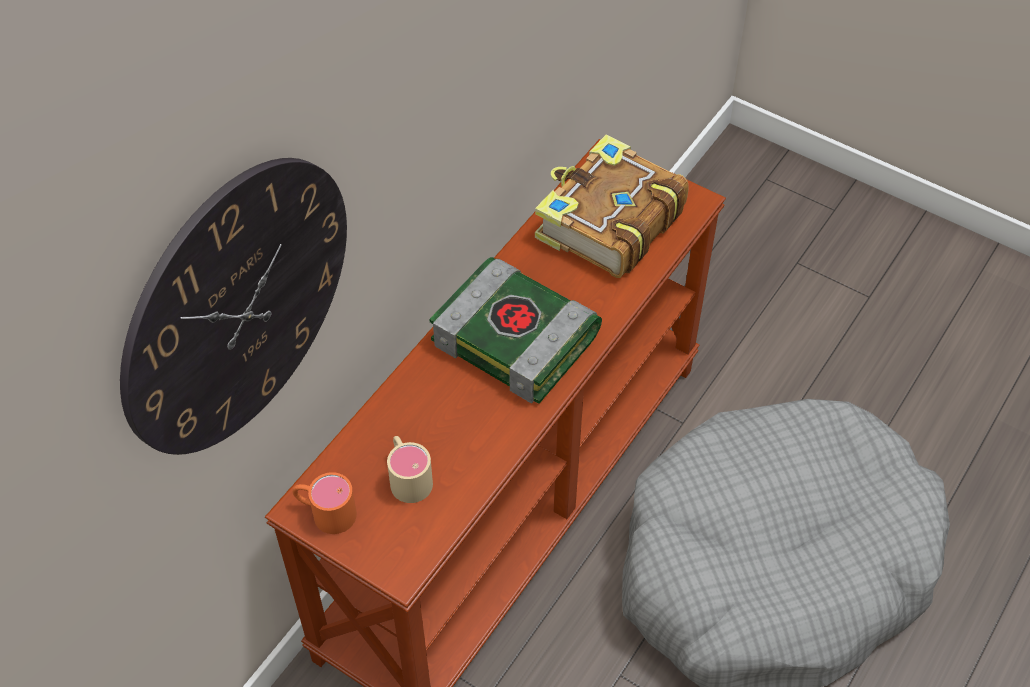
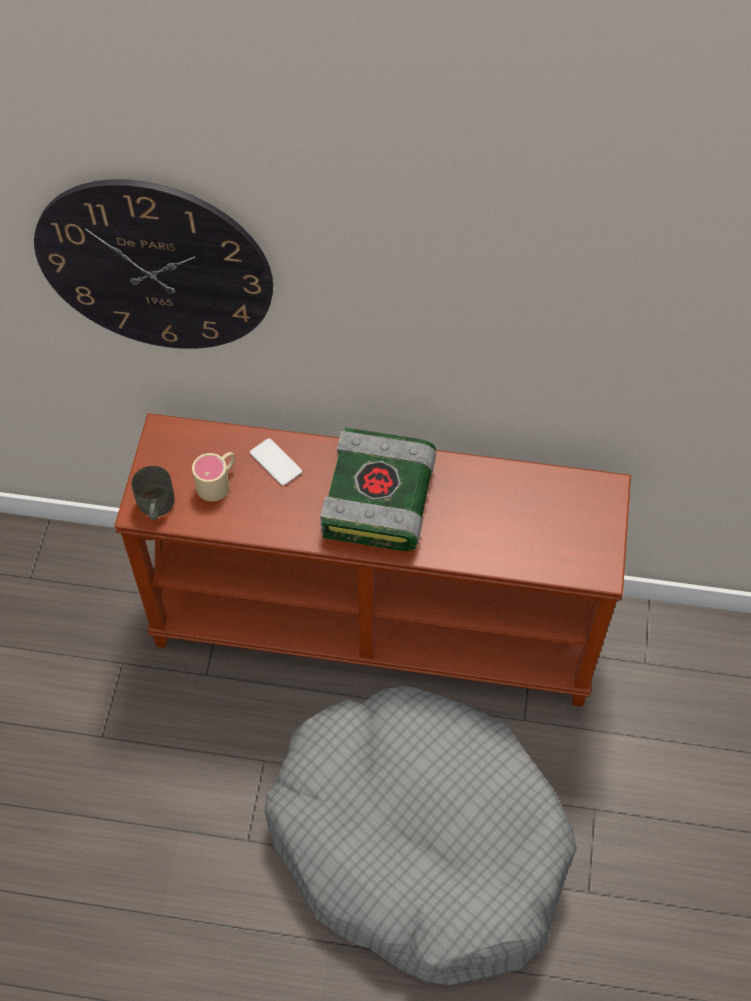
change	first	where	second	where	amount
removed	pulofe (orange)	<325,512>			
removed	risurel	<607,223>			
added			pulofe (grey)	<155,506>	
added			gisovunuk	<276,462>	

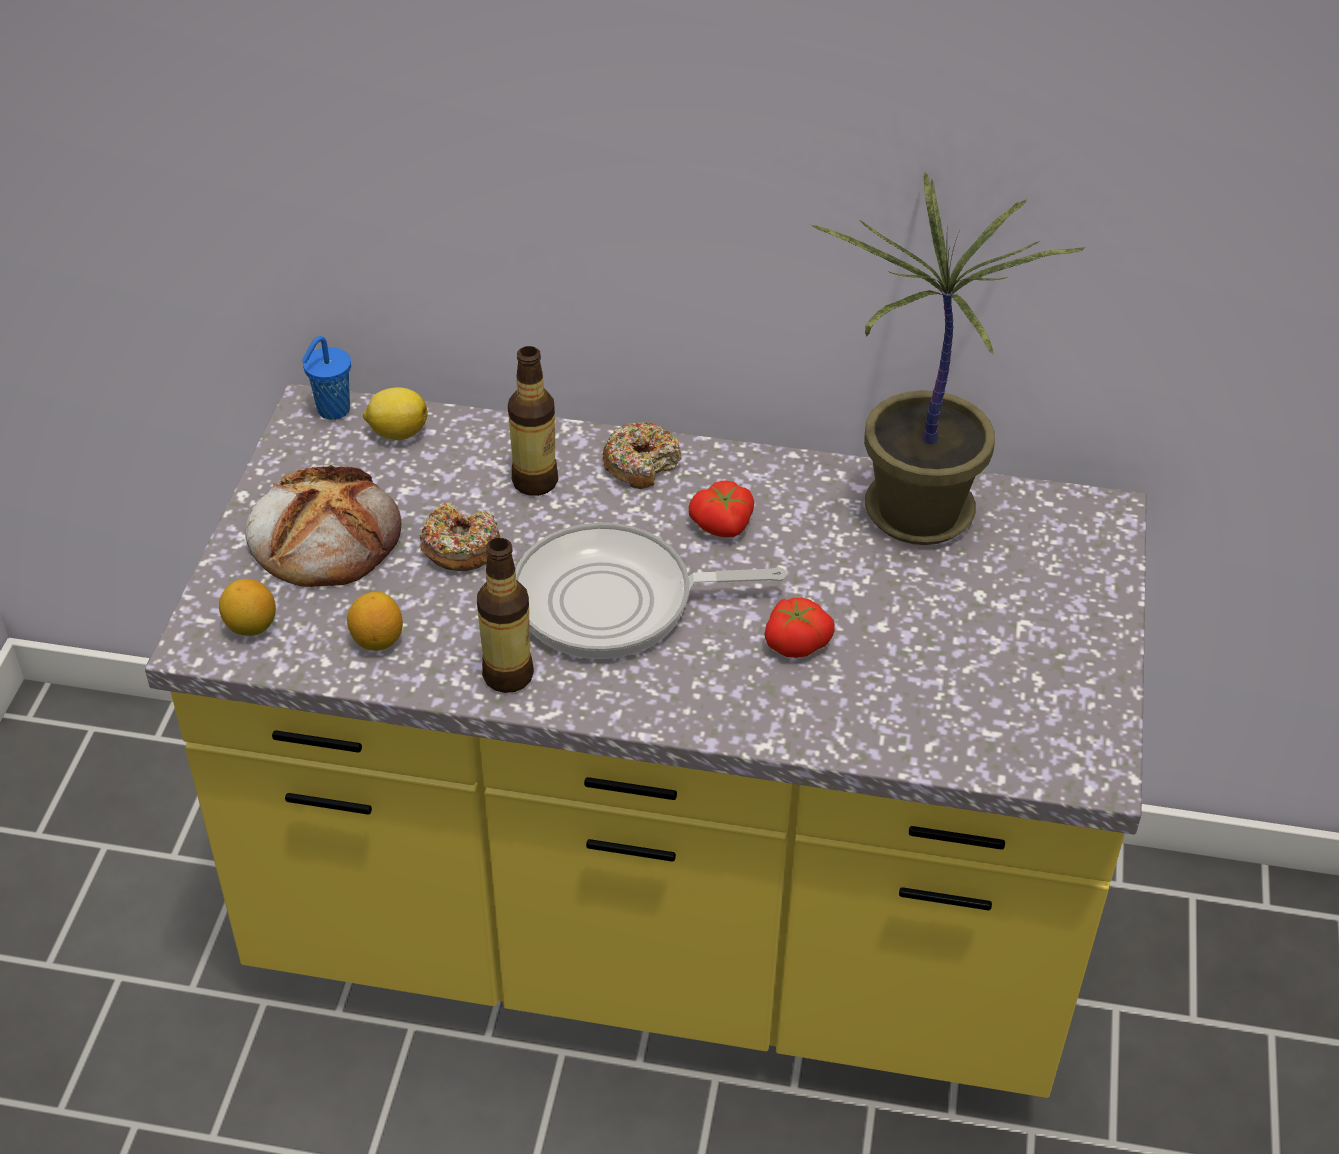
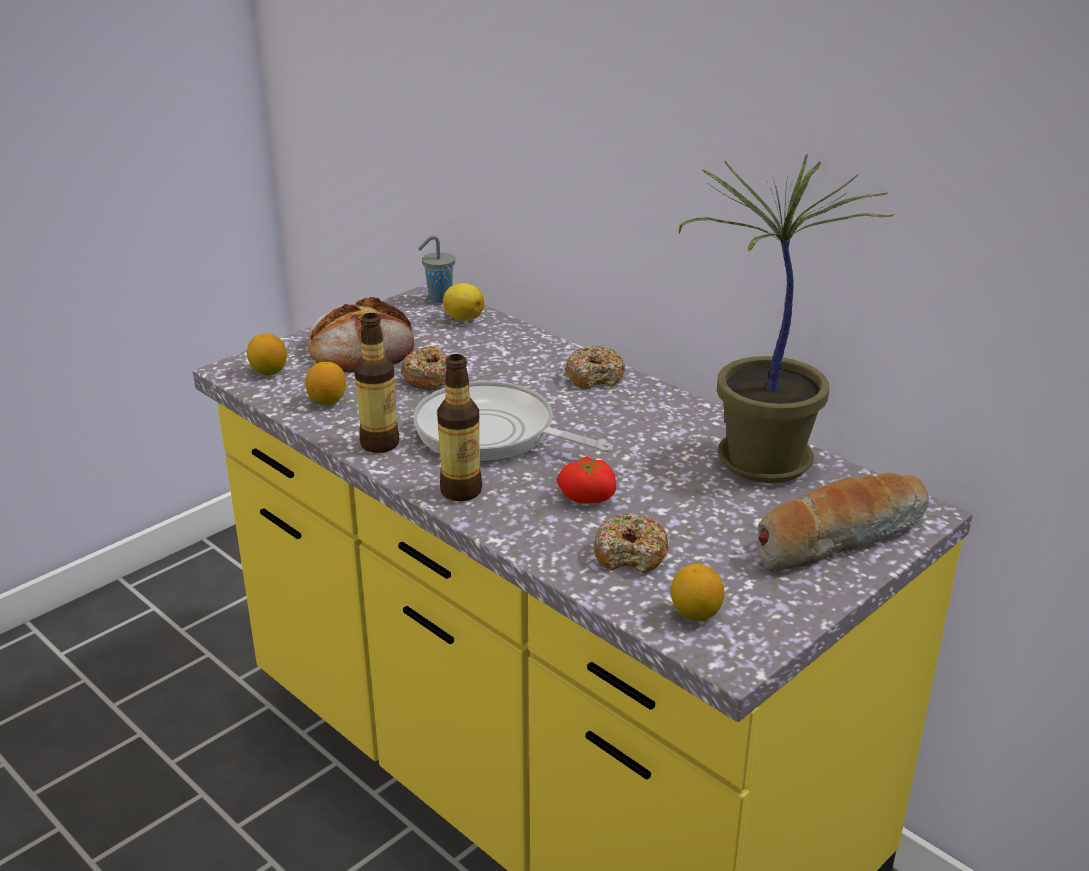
change	first	where	second	where	amount
recoloured	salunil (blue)	<332,411>	salunil (grey)	<438,299>	
moved	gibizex	<535,481>		<461,491>	
removed	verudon	<723,526>			
added			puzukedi	<631,554>	
added			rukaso	<695,614>	
added			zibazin	<839,537>	

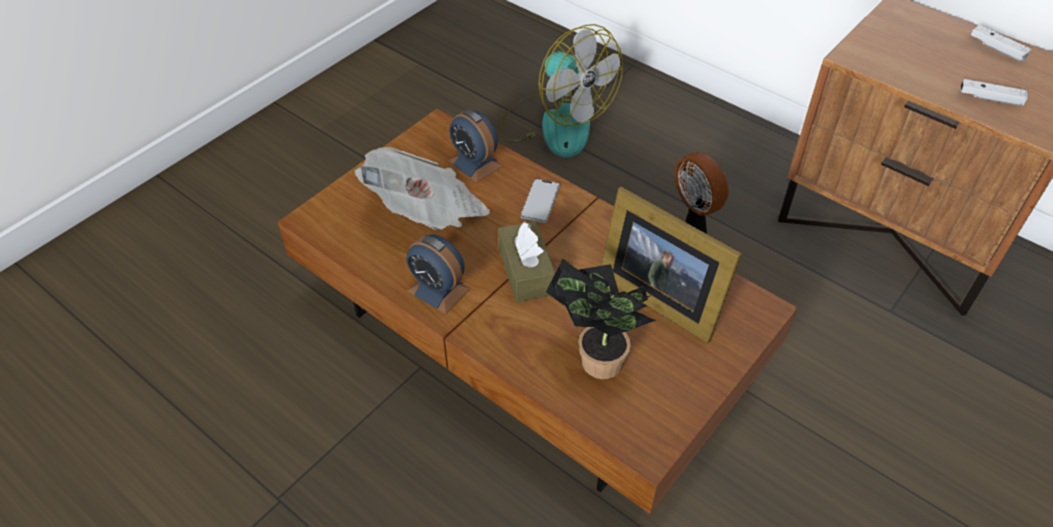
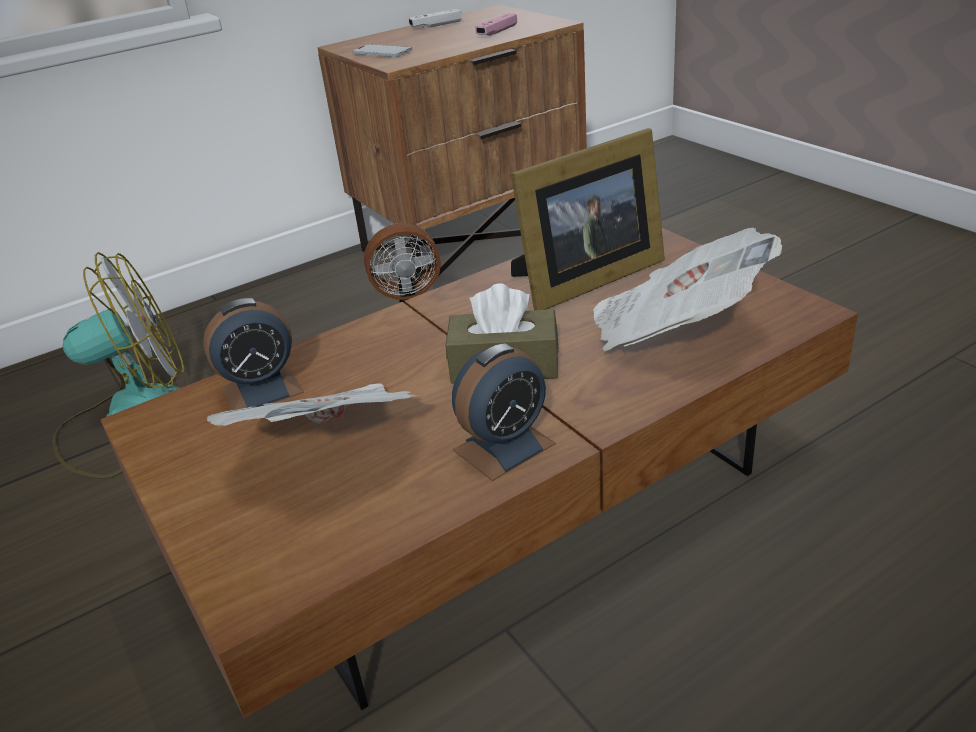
change	first	where	second	where	amount
moved	gisovunuk	<540,201>		<382,52>	
replaced	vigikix	<595,361>	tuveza	<674,330>	
recoloured	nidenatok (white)	<990,98>	nidenatok (pink)	<497,32>	

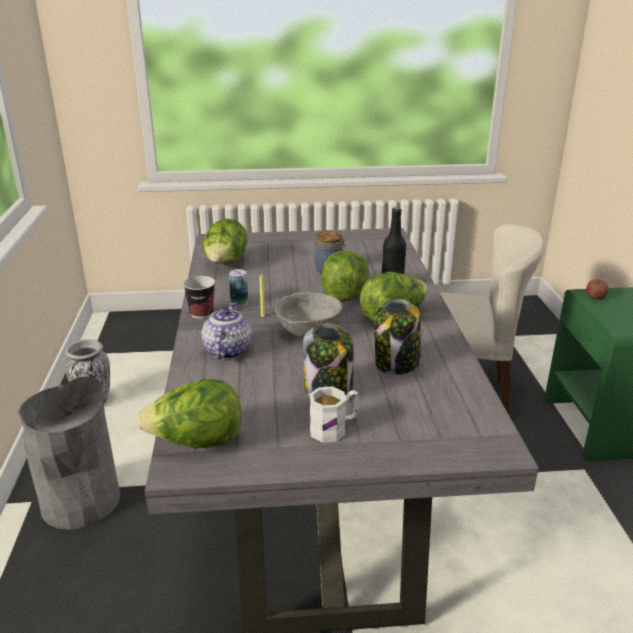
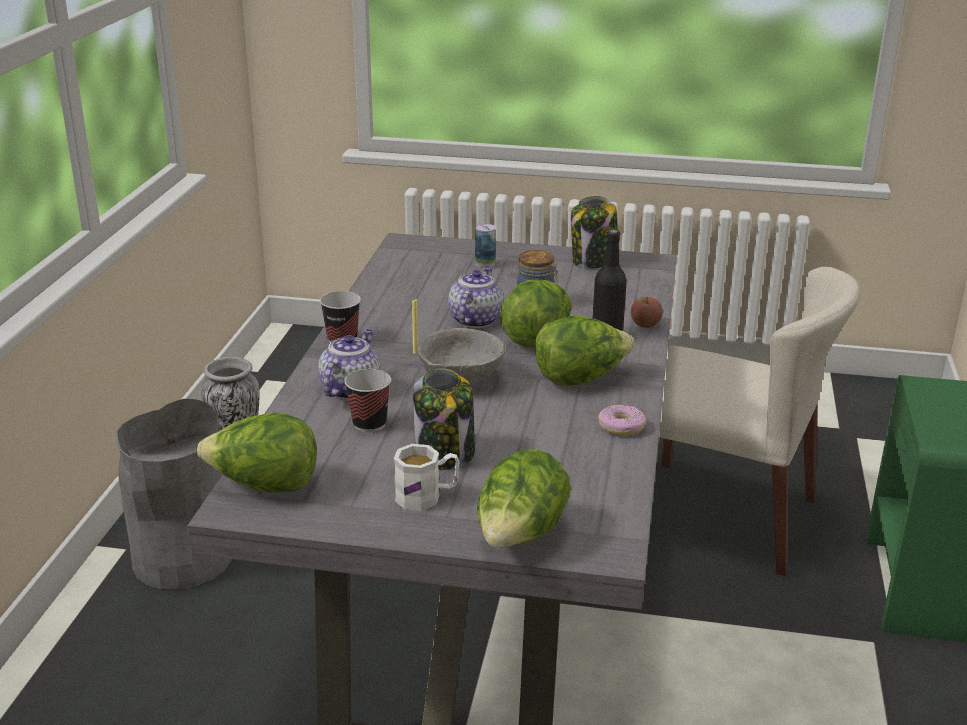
change	first	where	second	where	amount
moved	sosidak	<226,264>		<520,537>	
moved	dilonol	<239,303>		<485,264>	
moved	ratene	<397,363>		<594,261>	
moved	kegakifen	<595,297>		<645,324>	
added			salunil	<369,424>	
added			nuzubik	<475,319>	
added			puzukedi	<621,426>	

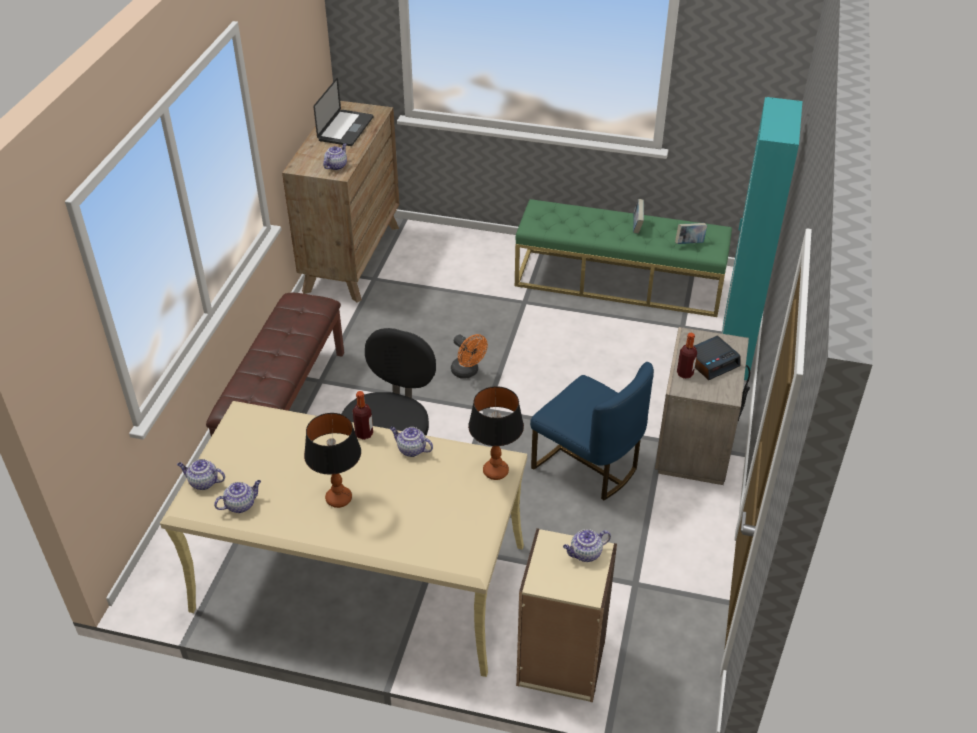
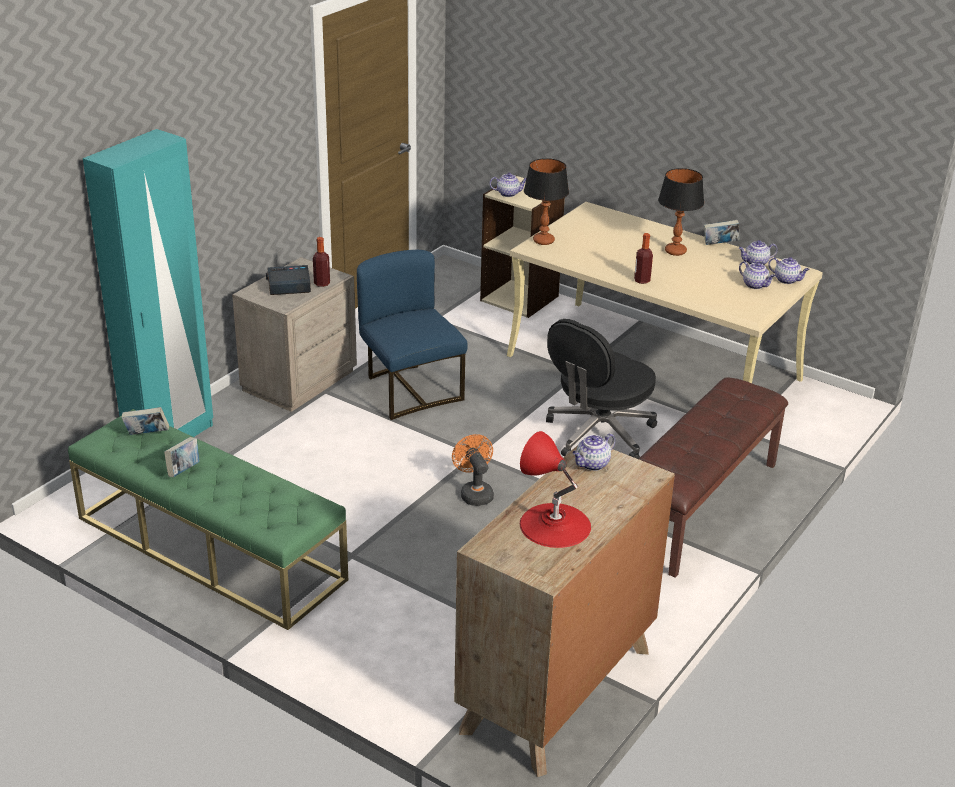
change	first	where	second	where	amount
replaced	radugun	<345,129>	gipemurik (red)	<554,525>	
moved	nuzubik	<411,449>		<755,285>	
added			risurel	<720,245>	

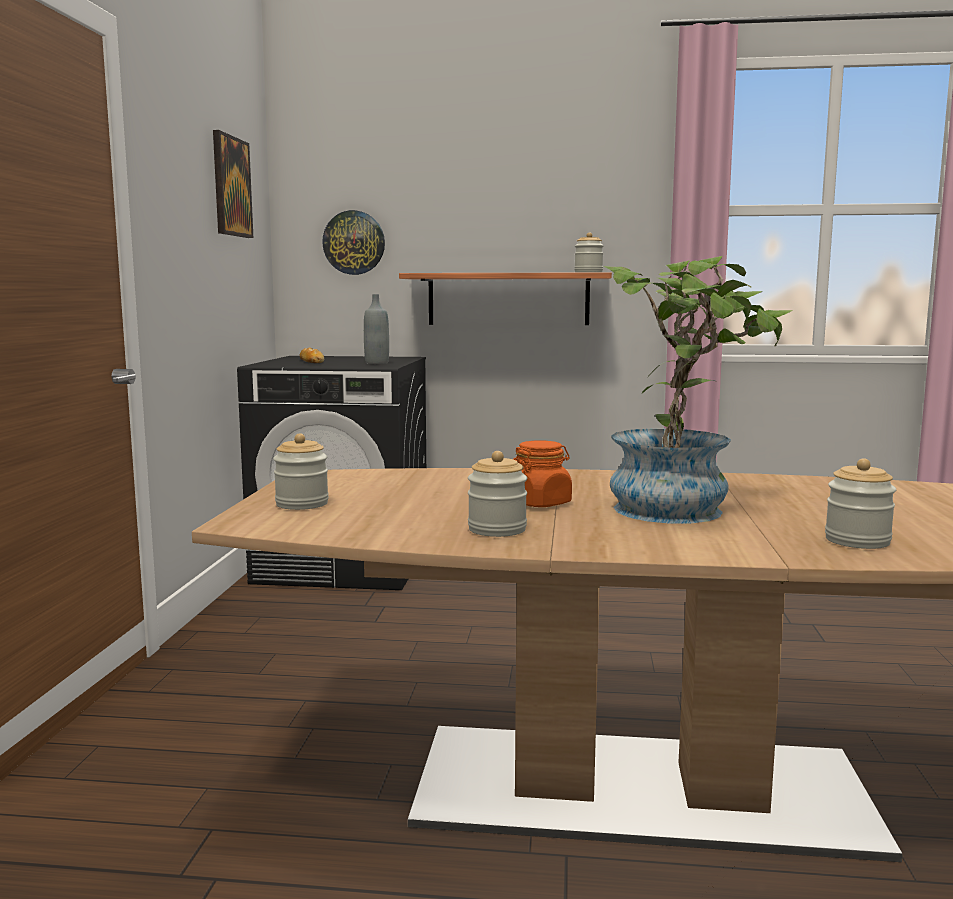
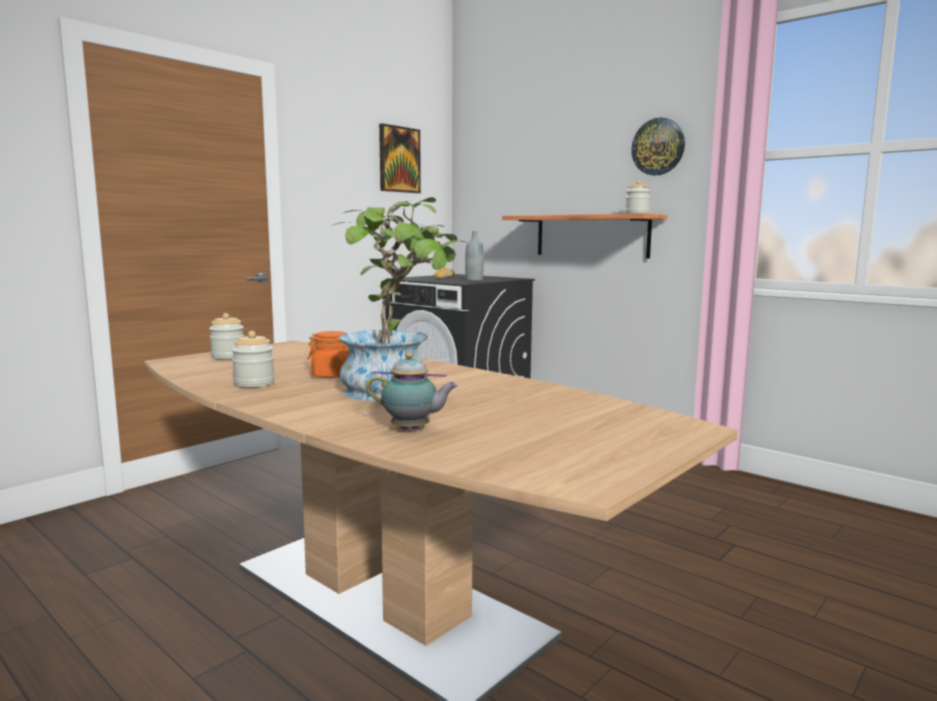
change	first	where	second	where	amount
moved	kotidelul	<354,242>		<658,147>	
replaced	ratene	<857,541>	nuzubik	<412,430>	

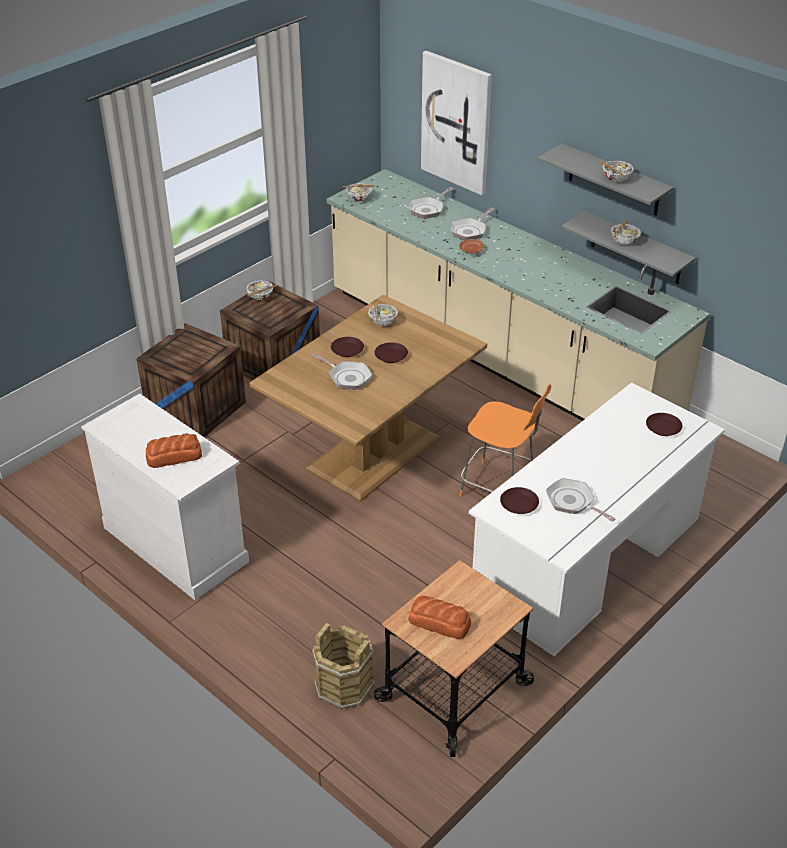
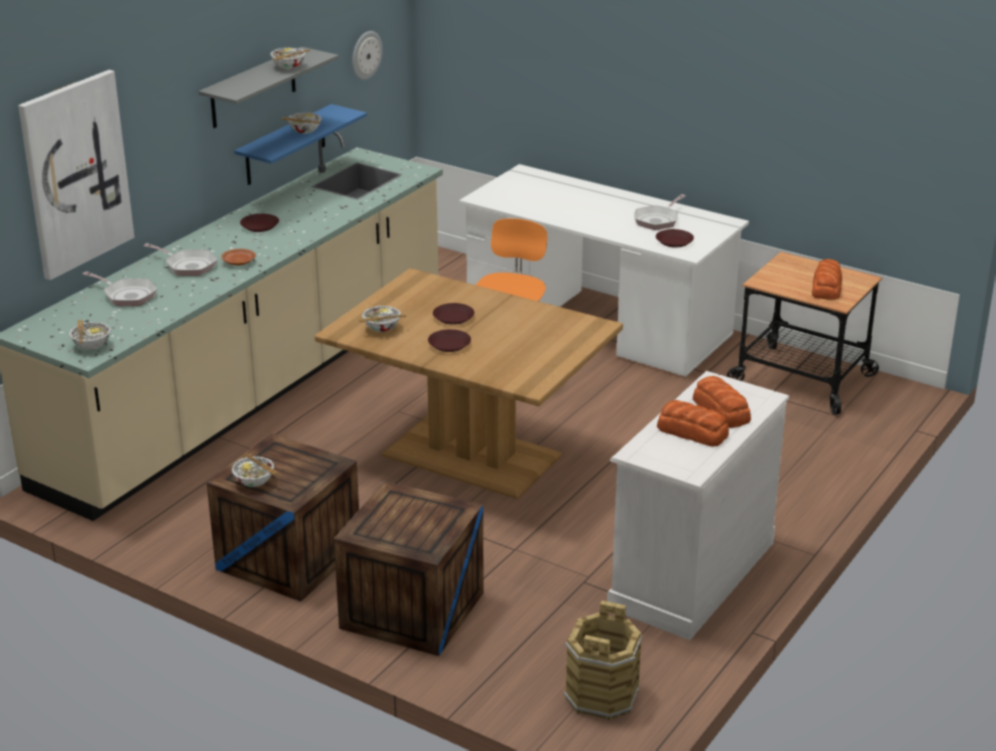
change	first	where	second	where	amount
removed	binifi	<347,377>			
moved	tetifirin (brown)	<344,686>		<602,695>	
recoloured	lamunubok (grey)	<636,249>	lamunubok (blue)	<285,145>	
moved	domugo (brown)	<663,428>		<260,226>	
added			kotidelul	<365,55>	
added			zibazin	<691,431>	

